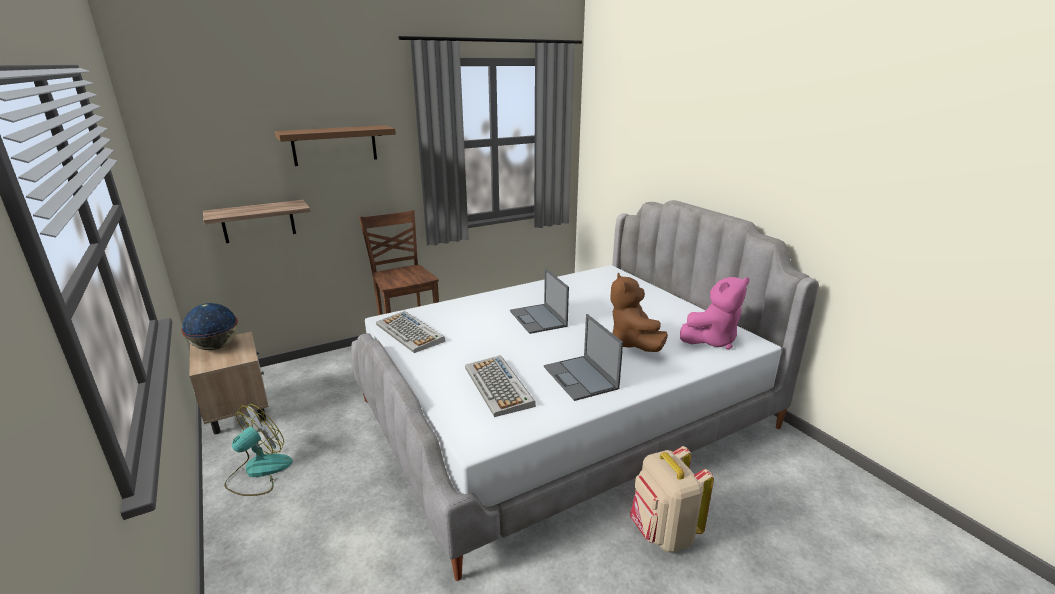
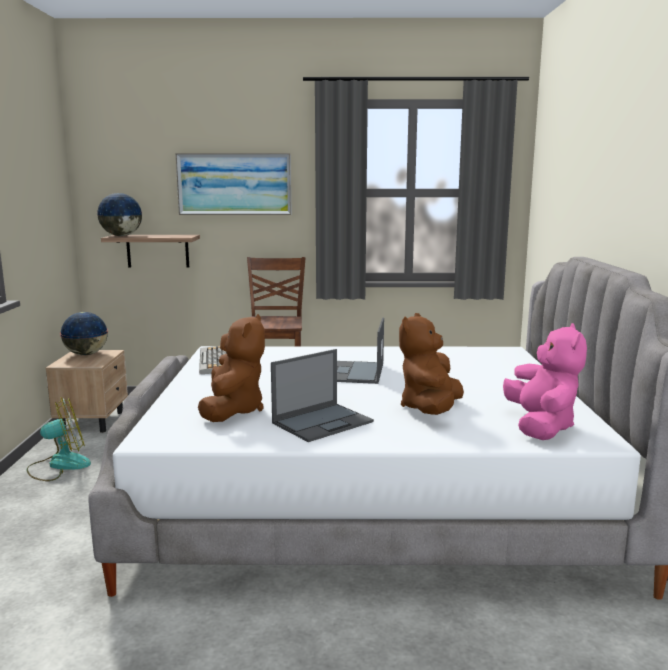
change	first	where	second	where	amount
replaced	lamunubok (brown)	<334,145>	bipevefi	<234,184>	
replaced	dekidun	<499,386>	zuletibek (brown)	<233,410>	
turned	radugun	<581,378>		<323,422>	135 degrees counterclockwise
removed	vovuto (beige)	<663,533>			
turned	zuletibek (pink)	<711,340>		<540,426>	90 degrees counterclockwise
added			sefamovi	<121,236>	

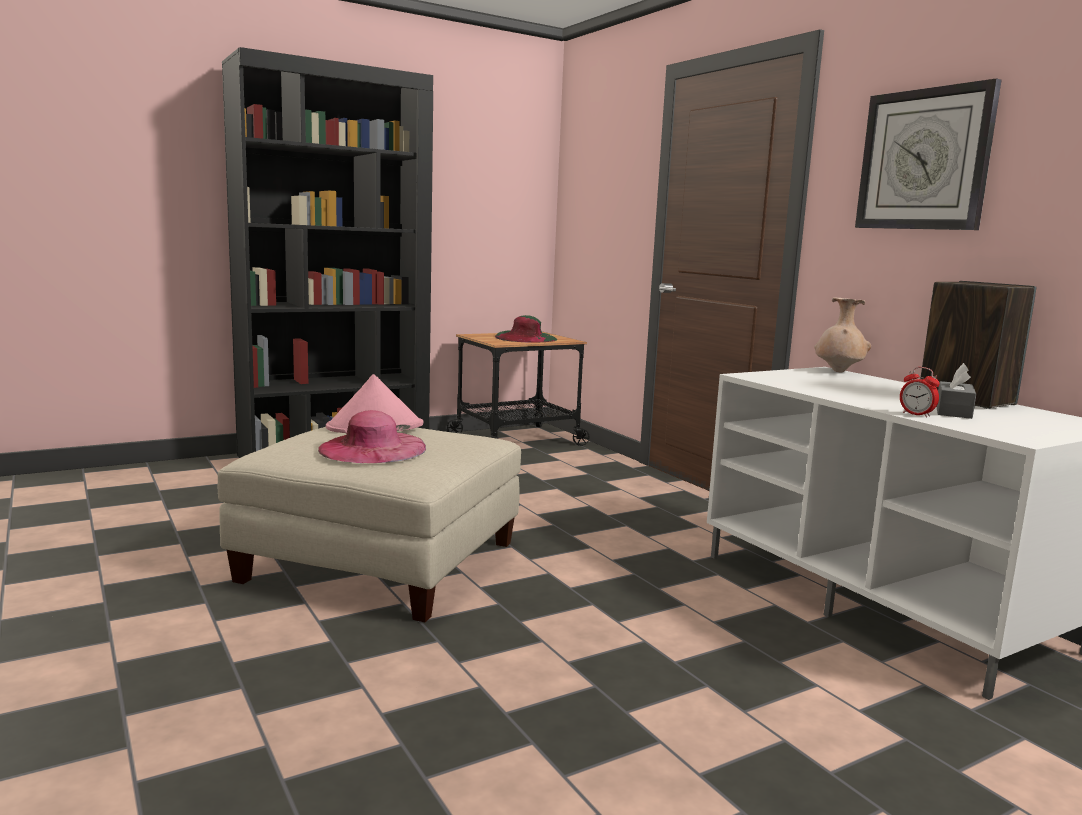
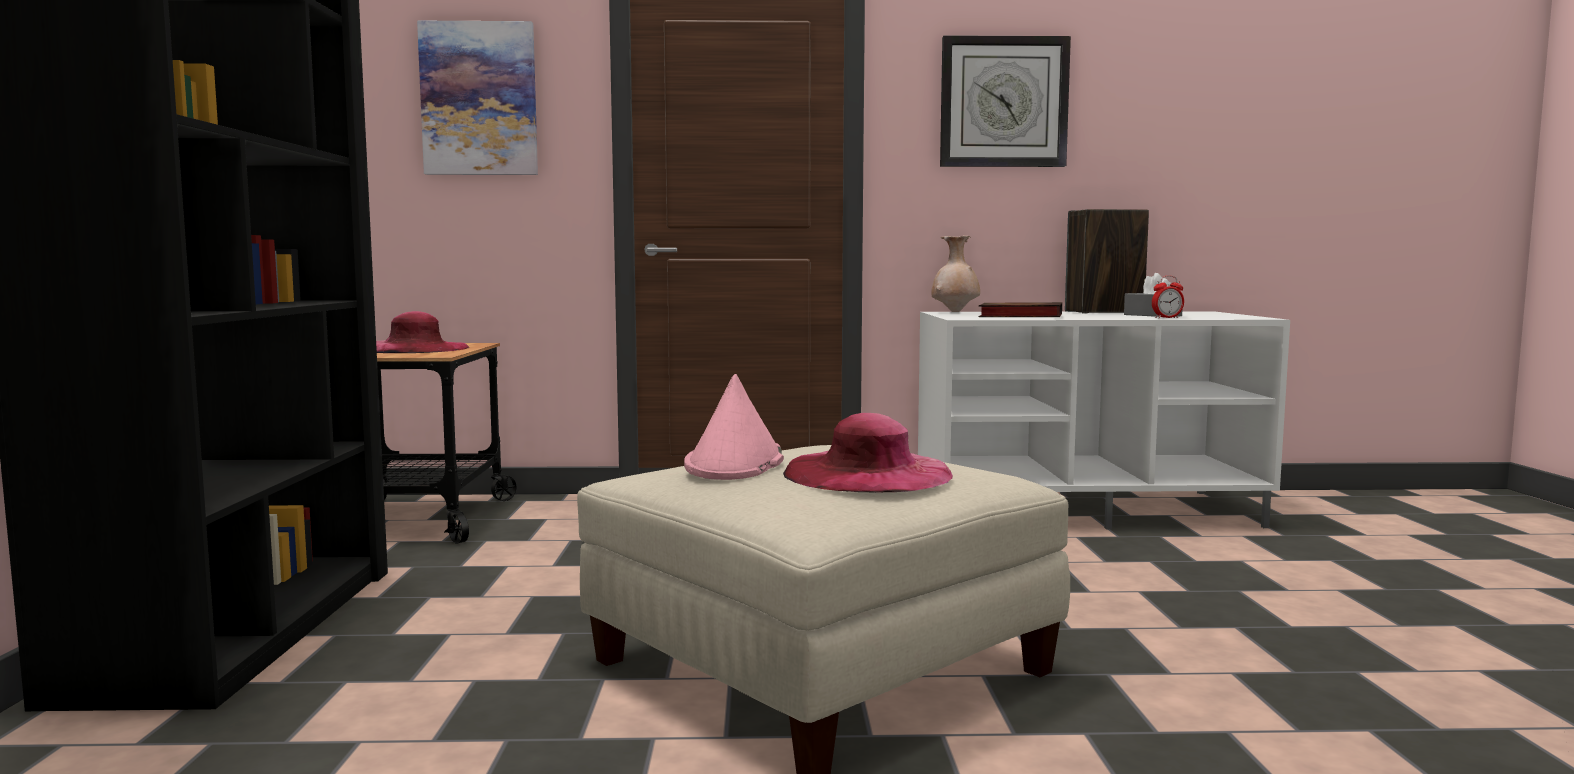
change	first	where	second	where	amount
recoloured	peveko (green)	<525,338>	peveko (pink)	<415,348>	
added			bipevefi	<479,99>	
added			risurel	<1018,316>	

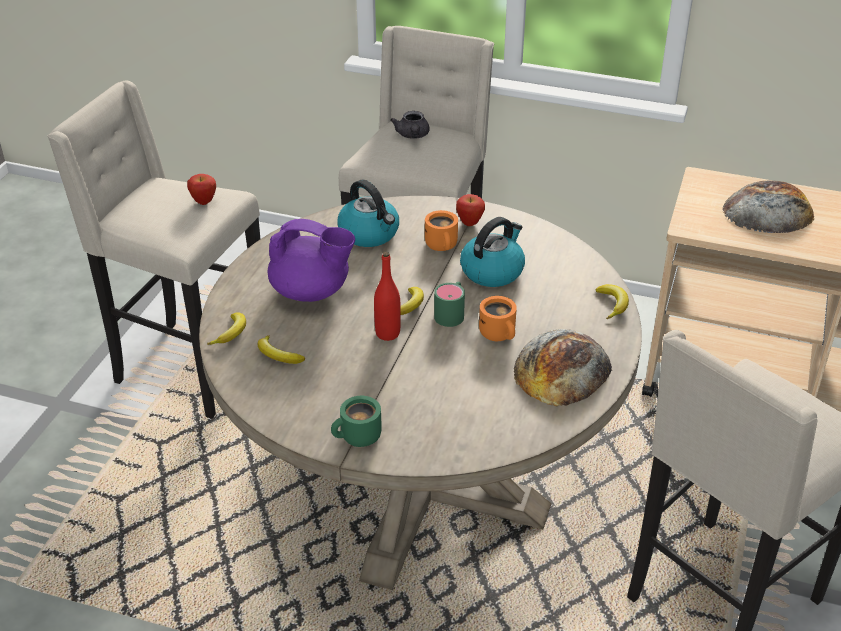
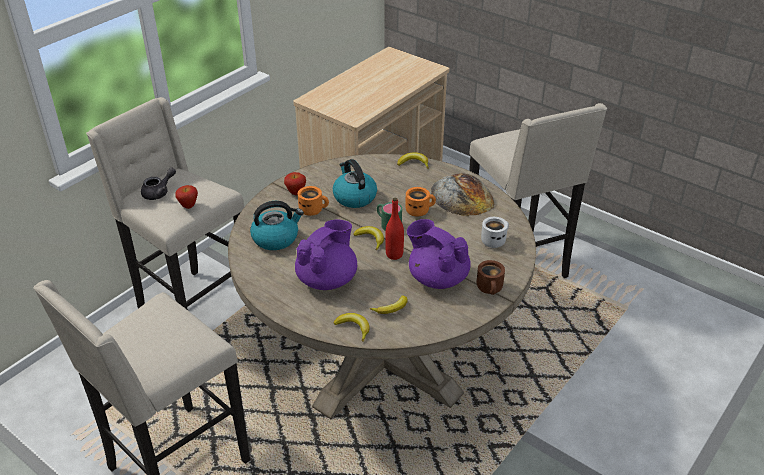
change	first	where	second	where	amount
moved	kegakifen	<204,202>		<188,206>	
recoloured	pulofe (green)	<358,438>	pulofe (brown)	<491,288>	
turned	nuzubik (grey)	<412,135>		<159,192>	60 degrees counterclockwise
removed	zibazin	<768,211>			
added			nuzubik (purple)	<437,277>	
added			pulofe (white)	<494,240>	

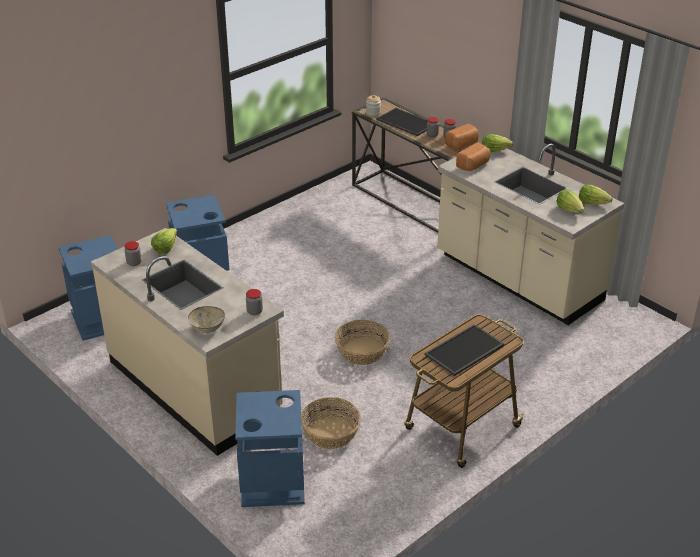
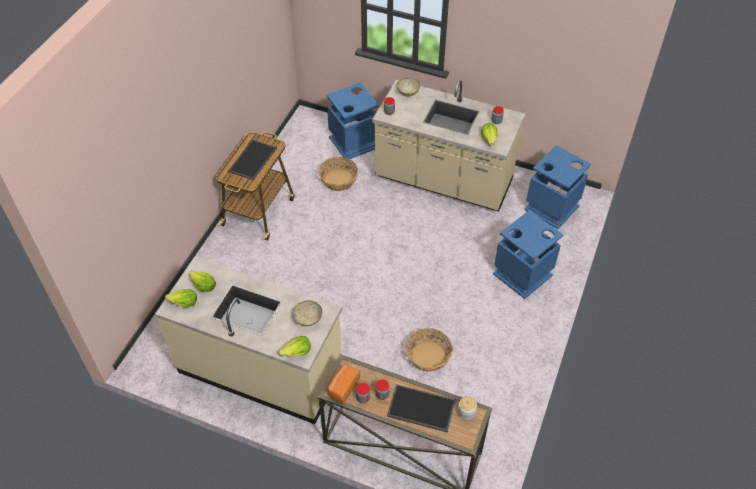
change	first	where	second	where	amount
moved	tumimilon	<362,352>		<428,356>	
replaced	zibazin	<474,165>	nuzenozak	<308,319>	

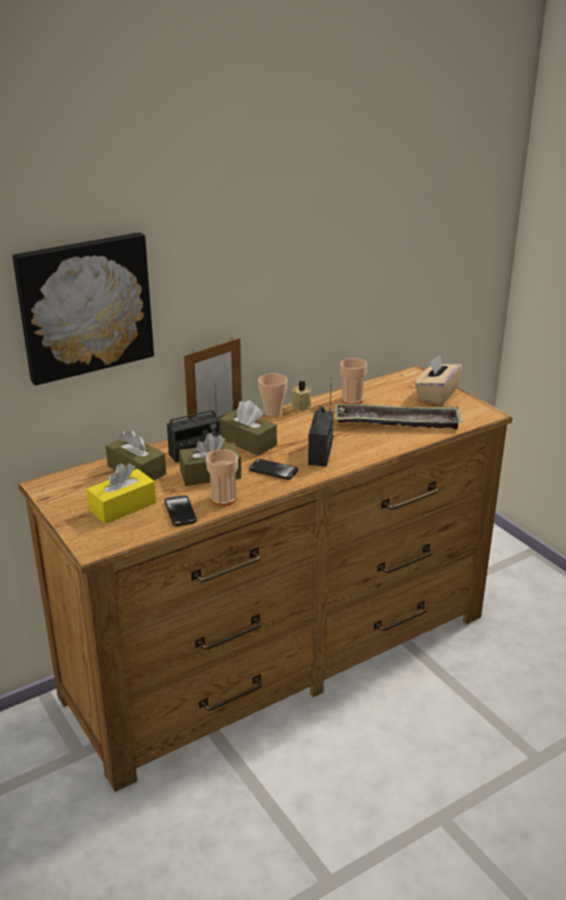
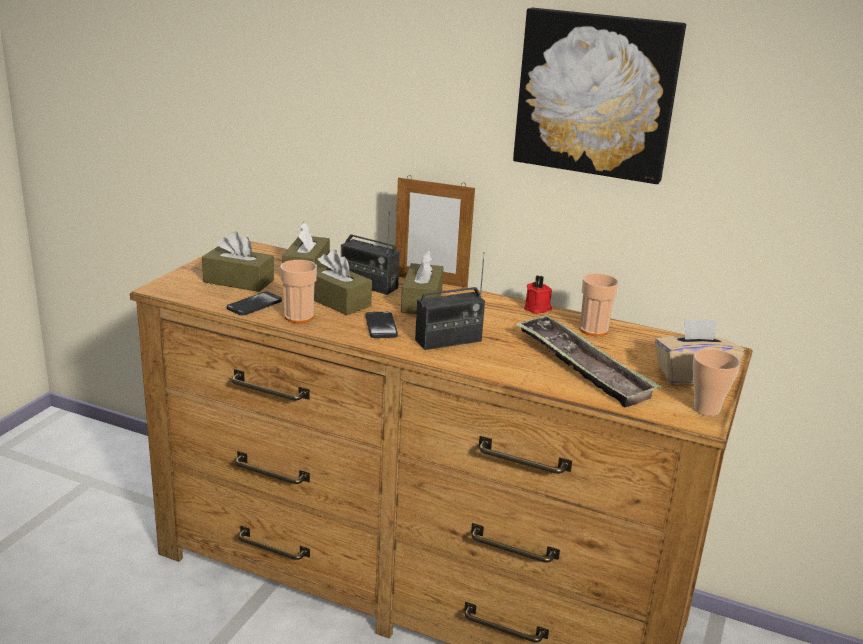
change	first	where	second	where	amount
moved	bipevefi	<84,306>		<597,94>	
recoloured	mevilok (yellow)	<122,506>	mevilok (brown)	<238,281>	
moved	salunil	<273,413>		<706,409>	
recoloured	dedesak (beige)	<302,405>	dedesak (red)	<537,308>	

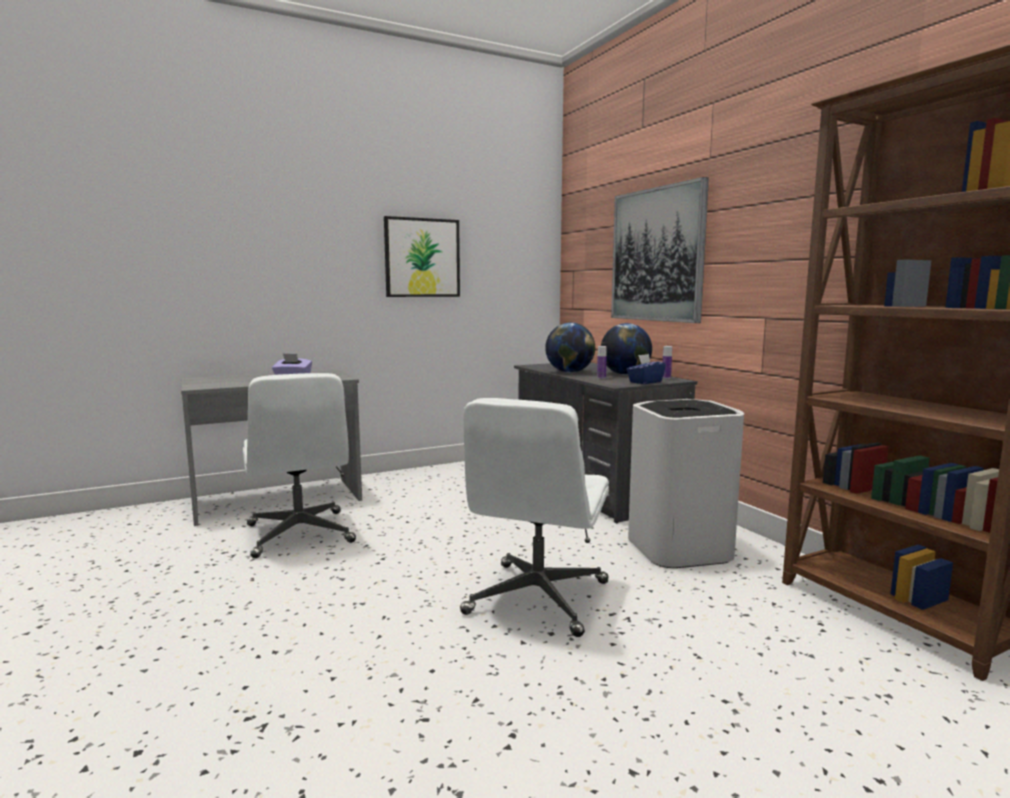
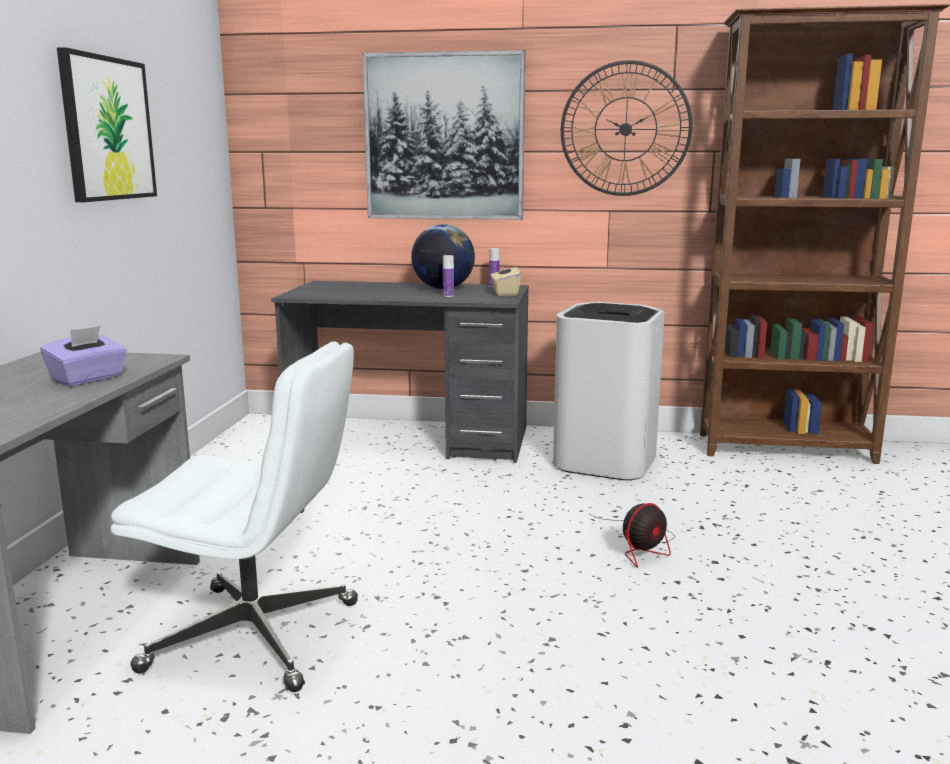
change	first	where	second	where	amount
replaced	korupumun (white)	<537,599>	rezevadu	<641,546>	
removed	sefamovi	<569,372>			
recoloured	mevilok (blue)	<645,382>	mevilok (beige)	<505,293>	
added			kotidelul	<625,129>	

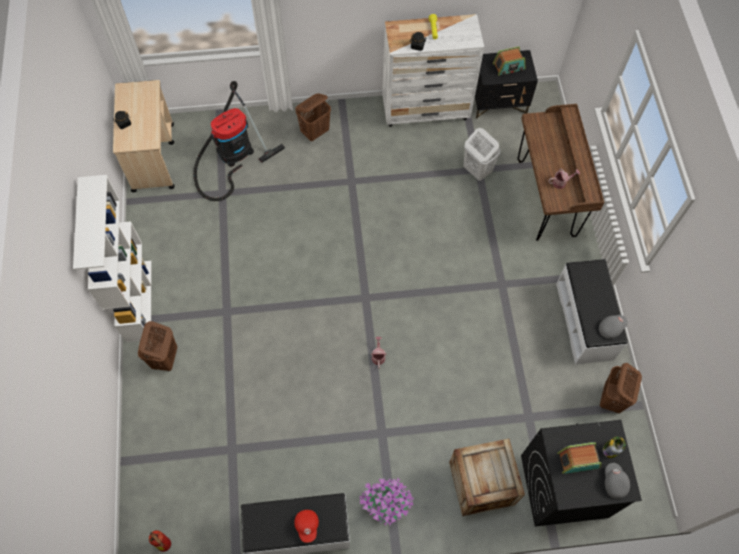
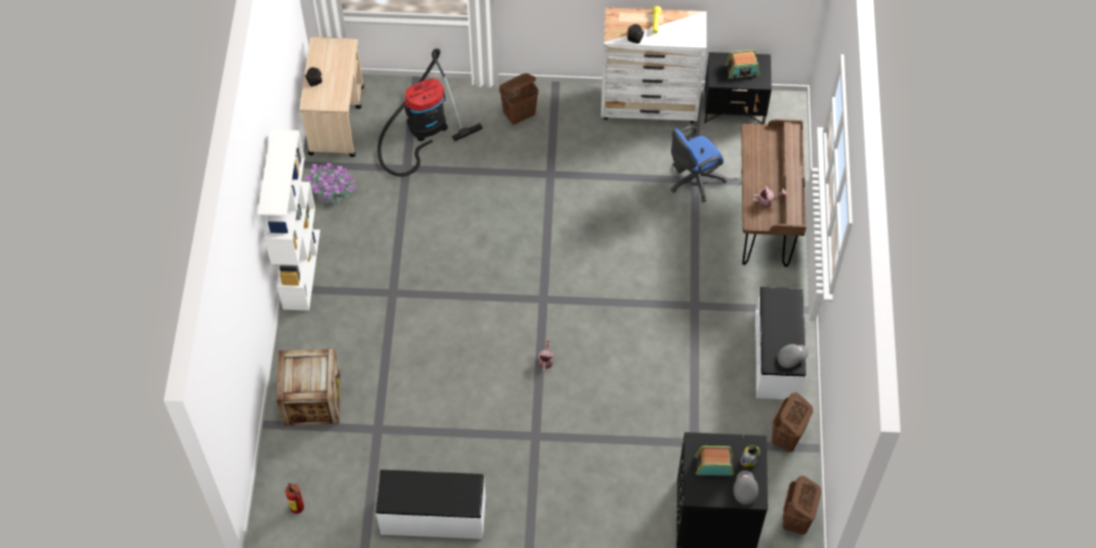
change	first	where	second	where	amount
moved	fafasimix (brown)	<165,359>		<796,520>	
removed	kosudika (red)	<307,525>			
moved	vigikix	<386,503>		<332,191>	
moved	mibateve	<481,483>		<312,399>	
replaced	fafasimix (white)	<477,170>	korupumun (blue)	<693,180>	

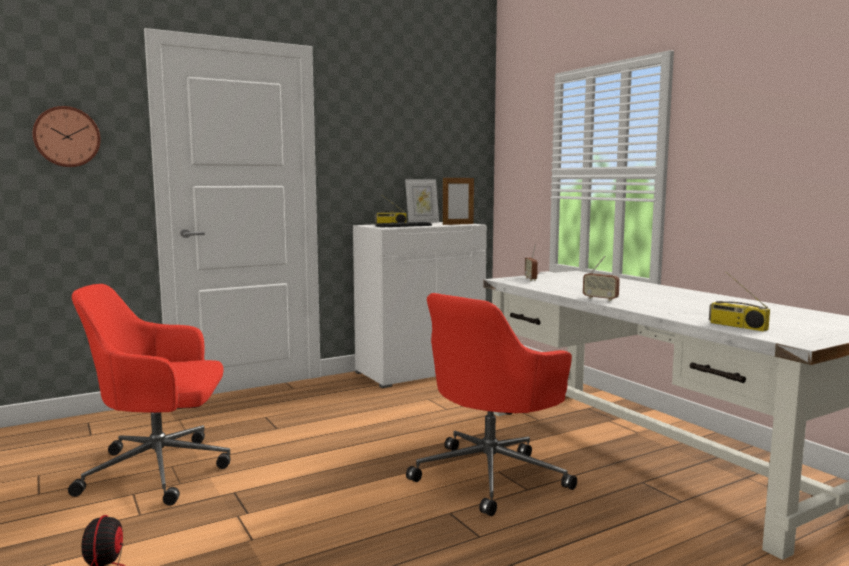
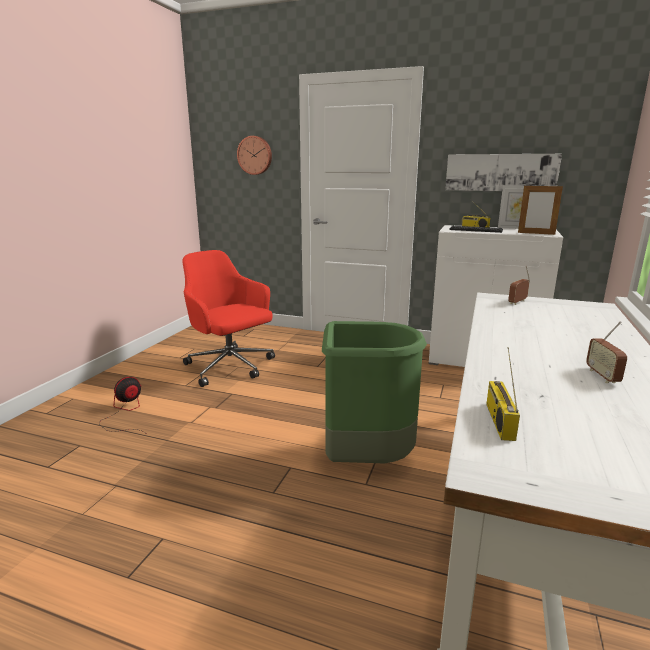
change	first	where	second	where	amount
replaced	korupumun (red)	<491,475>	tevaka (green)	<365,460>	
moved	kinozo	<600,299>		<602,376>	
added			bipevefi	<500,172>	

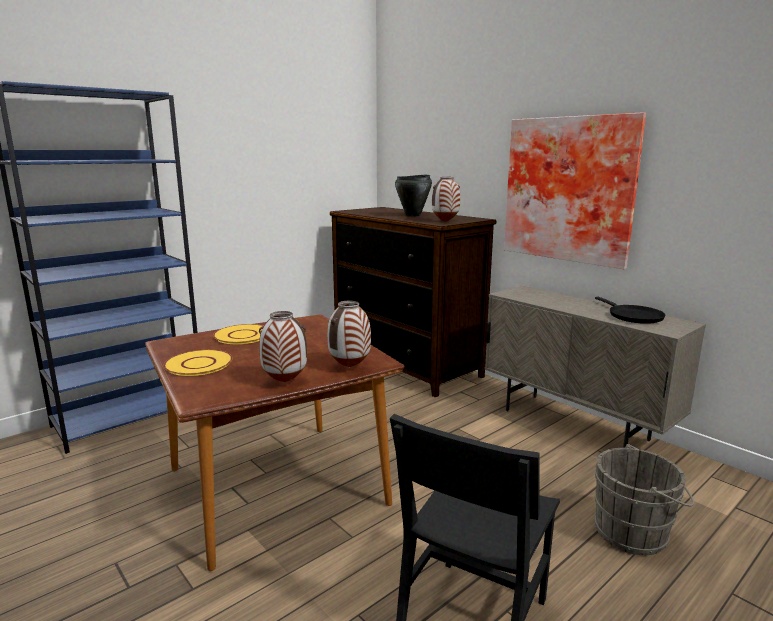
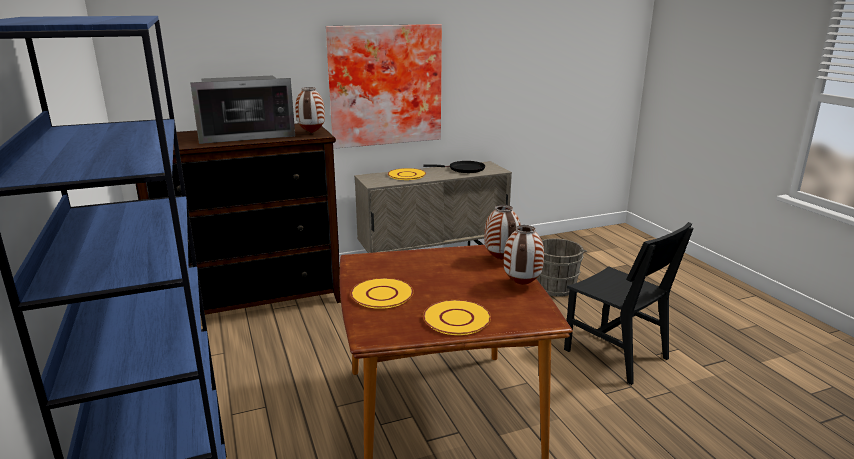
change	first	where	second	where	amount
replaced	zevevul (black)	<413,215>	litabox	<246,135>	
added			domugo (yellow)	<407,175>	

